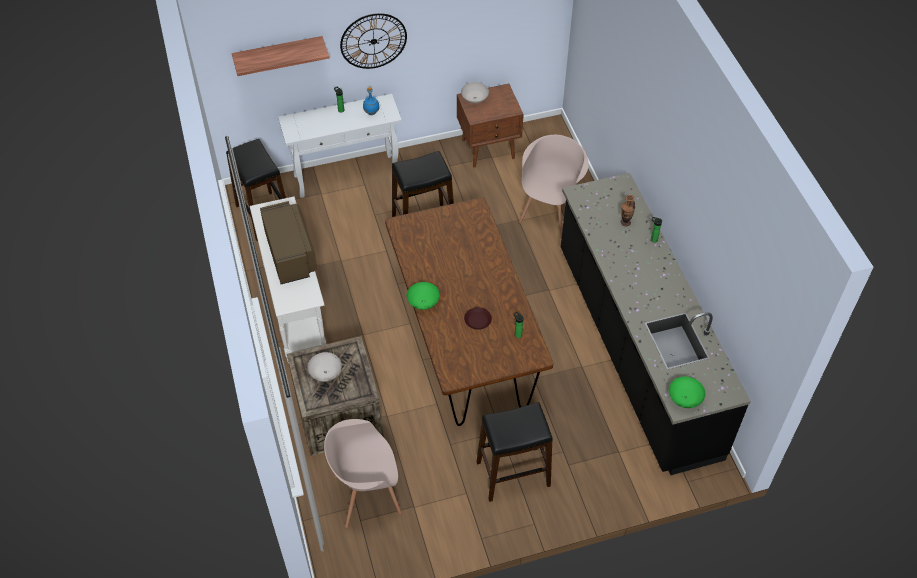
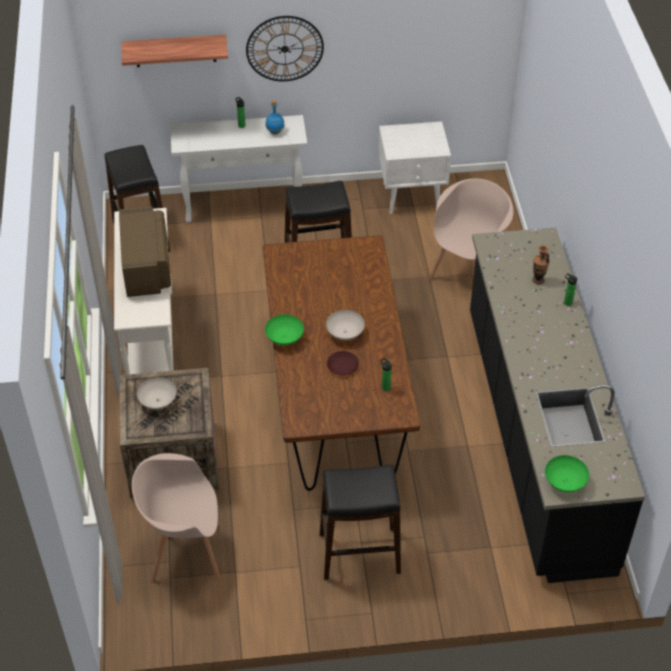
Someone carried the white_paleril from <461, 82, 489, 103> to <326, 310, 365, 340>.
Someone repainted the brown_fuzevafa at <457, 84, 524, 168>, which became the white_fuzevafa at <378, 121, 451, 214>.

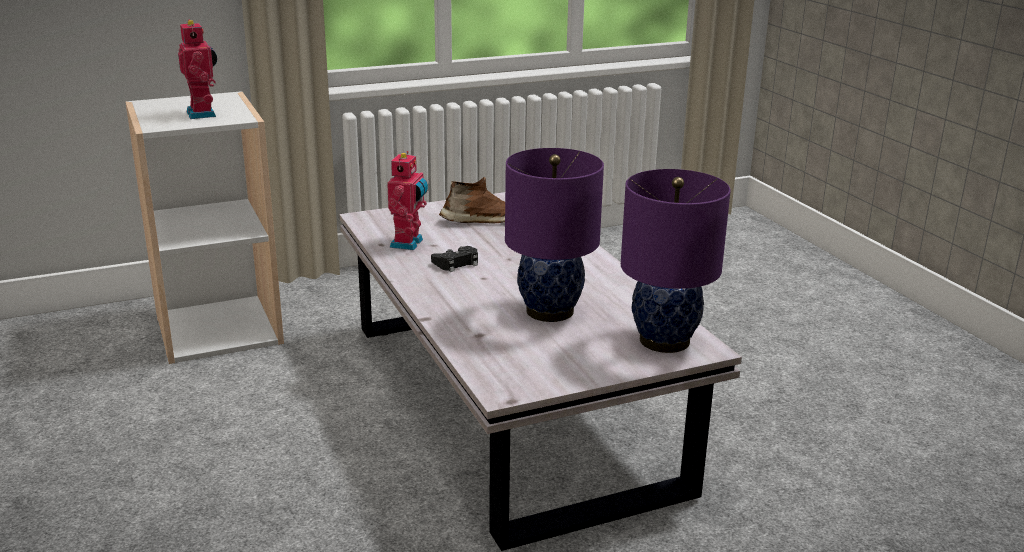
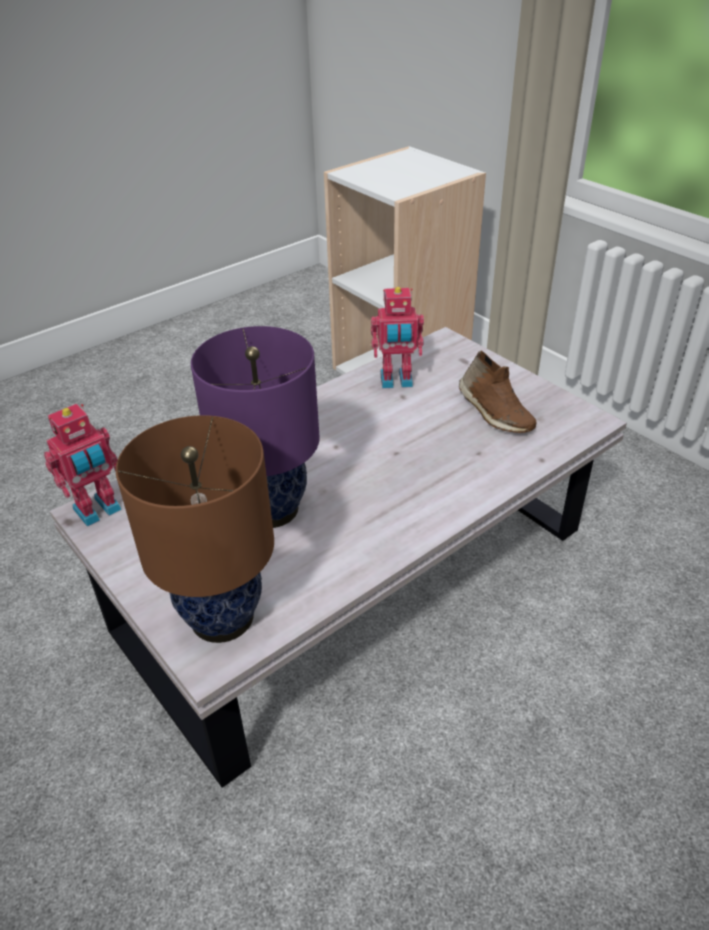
Someone carried the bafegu from <178, 20, 217, 119> to <44, 404, 122, 527>.
Someone repainted the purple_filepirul at <621, 169, 731, 353>, which became the brown_filepirul at <116, 415, 274, 643>.
Someone took away the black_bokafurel at <431, 246, 478, 272>.

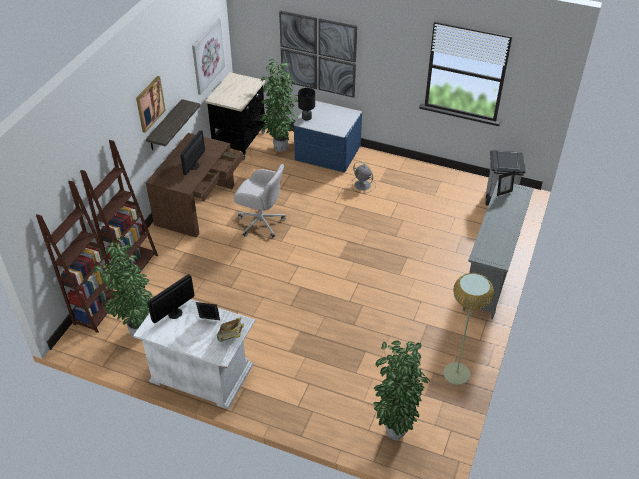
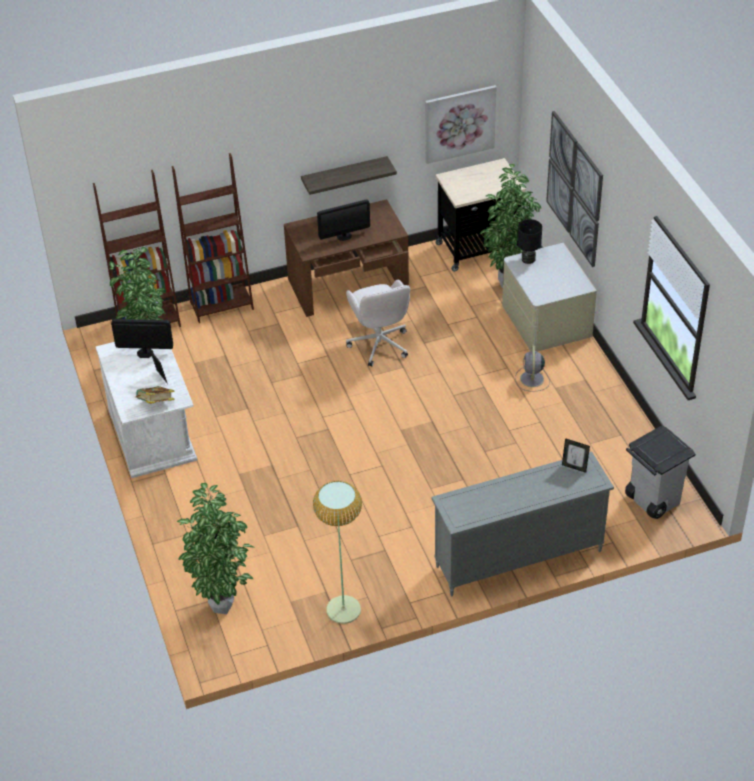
Someone repainted the blue_fuzevafa at <294, 101, 362, 172>, which became the beige_fuzevafa at <502, 243, 597, 352>.
Someone took away the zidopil at <136, 76, 166, 133>.

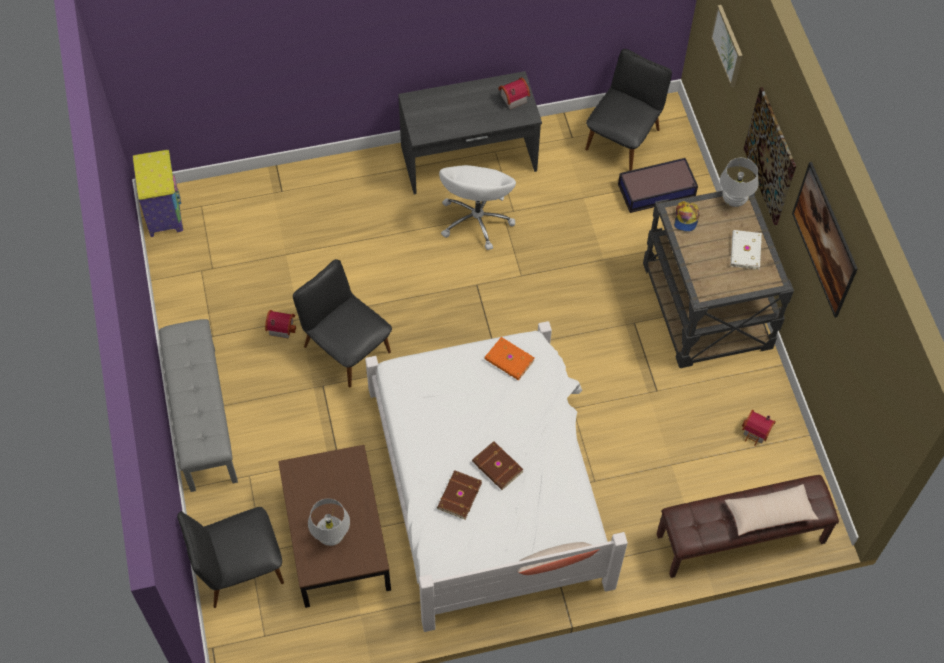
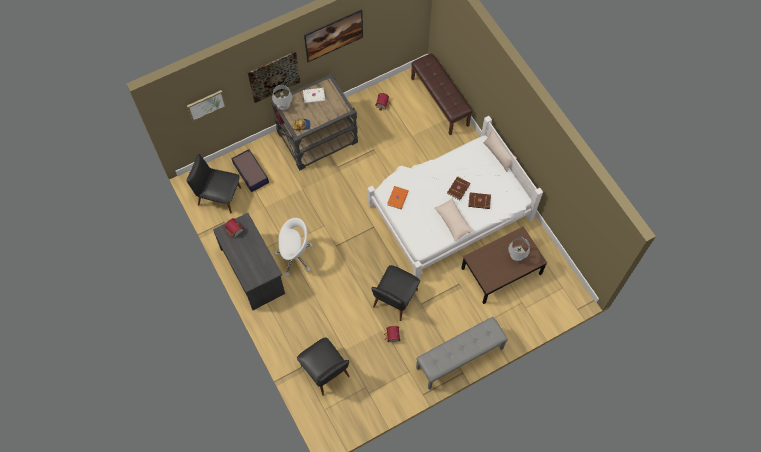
Someone carried the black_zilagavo from <177, 507, 284, 608> to <297, 338, 350, 395>.
Someone carried the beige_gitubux from <725, 484, 818, 536> to <434, 198, 473, 241>.
Someone took away the fuzevafa at <133, 150, 183, 237>.

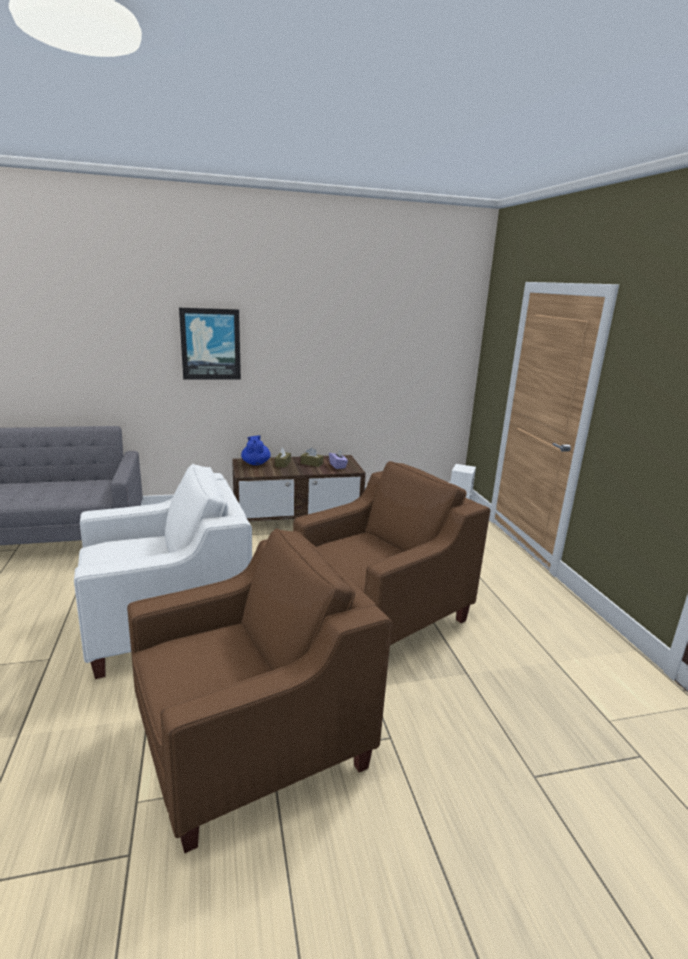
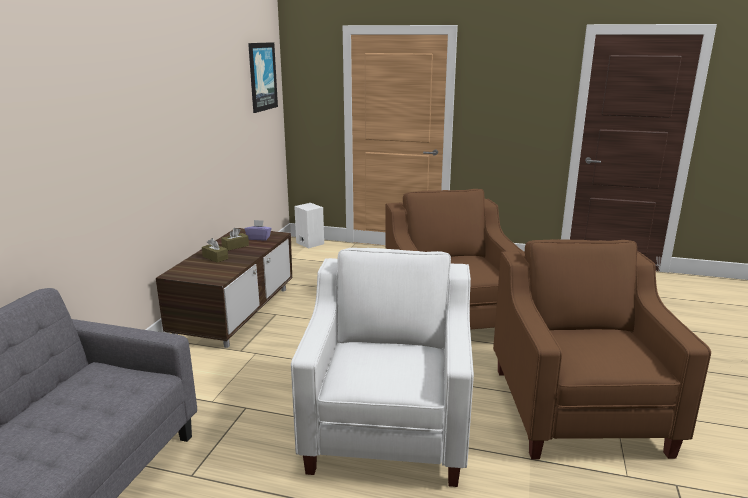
Someone carried the zidopil from <179, 308, 241, 380> to <248, 42, 278, 113>.
Someone took away the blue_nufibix at <241, 435, 271, 465>.

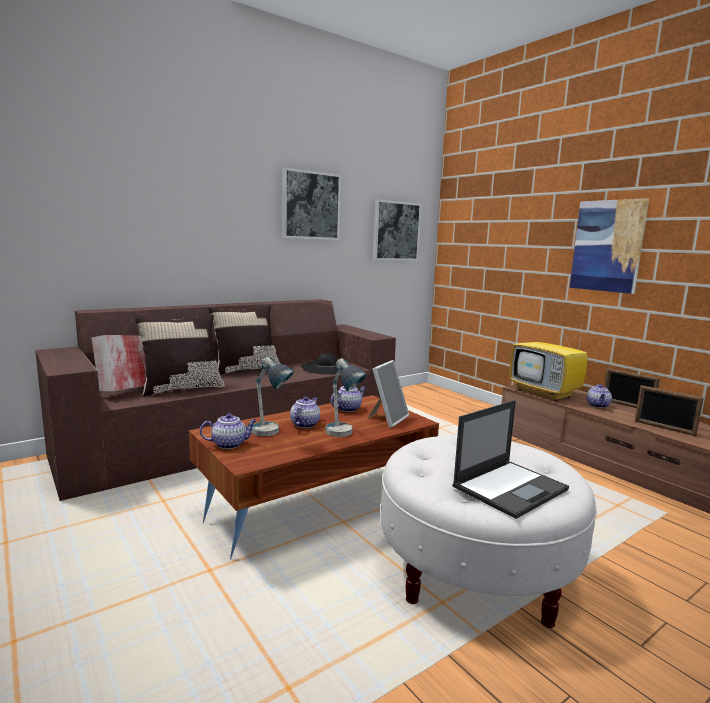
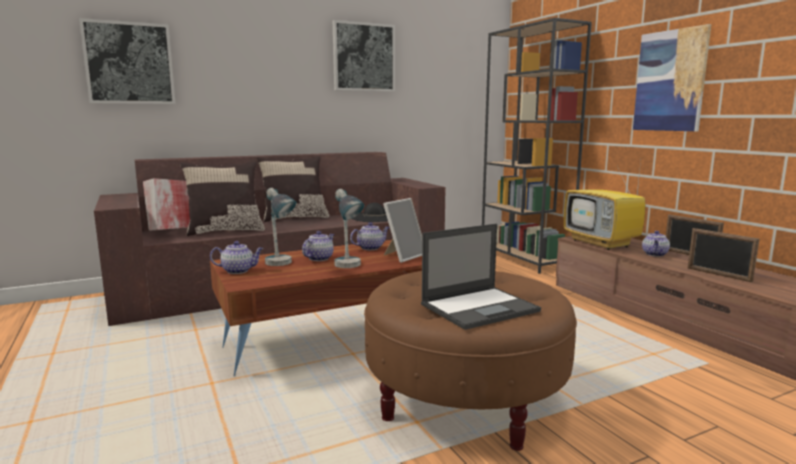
Someone carried the zidopil from <373, 199, 422, 260> to <79, 18, 176, 104>.
Someone repainted the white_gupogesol at <381, 435, 597, 628>, which became the brown_gupogesol at <364, 271, 577, 451>.
Someone put down the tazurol at <482, 18, 592, 274>.

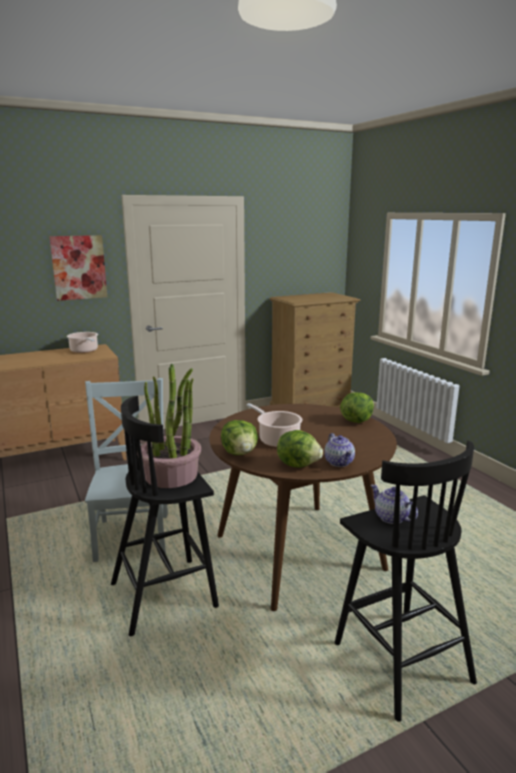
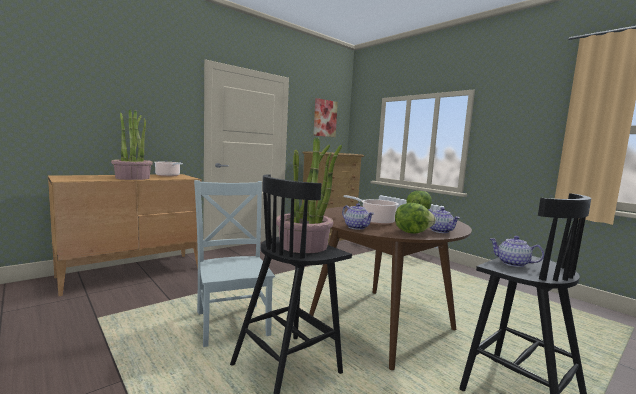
Someone put down the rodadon at <111, 109, 153, 180>.
Someone carried the zidopil from <49, 235, 107, 301> to <313, 98, 338, 137>.
Someone swapped the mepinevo at <221, 420, 258, 455> for the nufibix at <342, 203, 374, 230>.

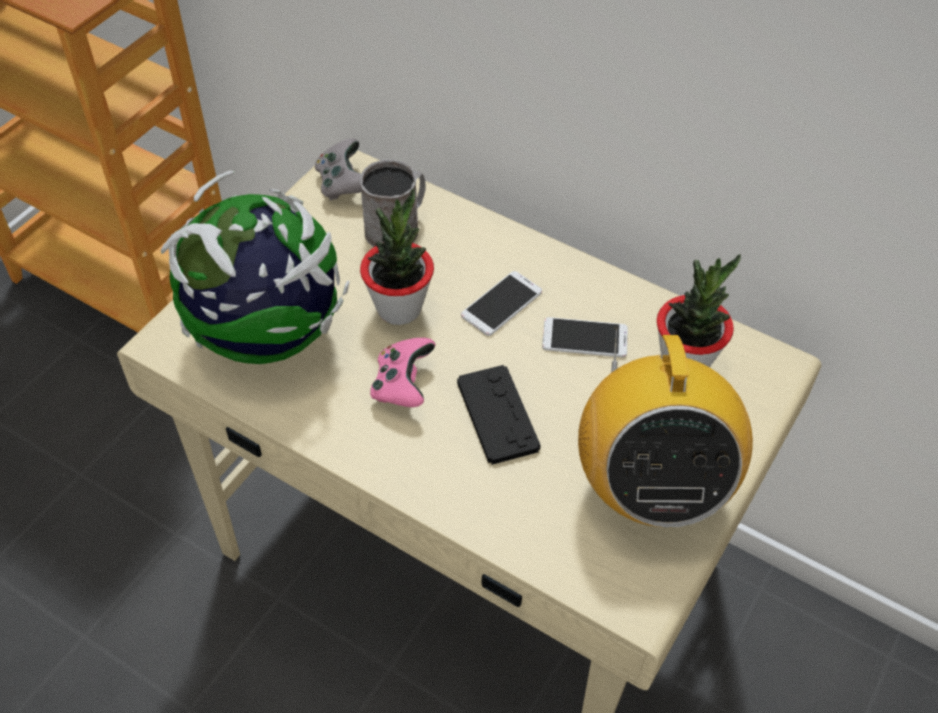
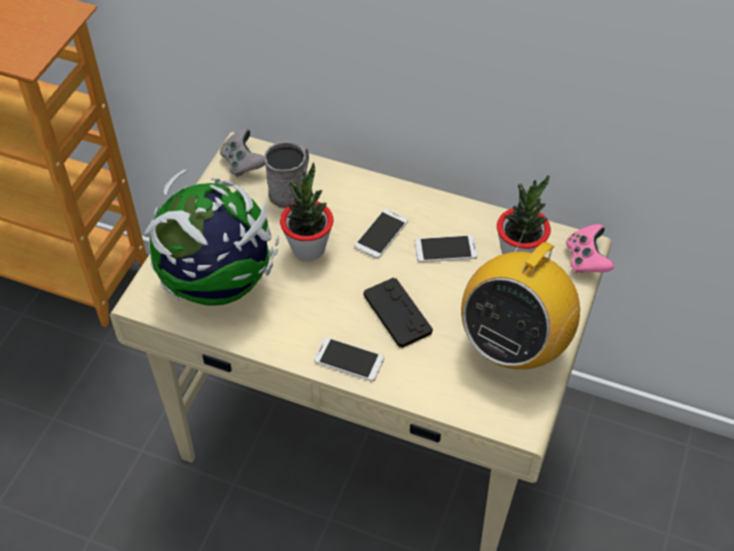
Someone put down the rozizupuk at <314, 337, 384, 381>.
Someone rotated the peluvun at <578, 327, 753, 527> by 45 degrees clockwise.
Someone carried the pink_bokafurel from <370, 338, 435, 407> to <566, 224, 614, 273>.

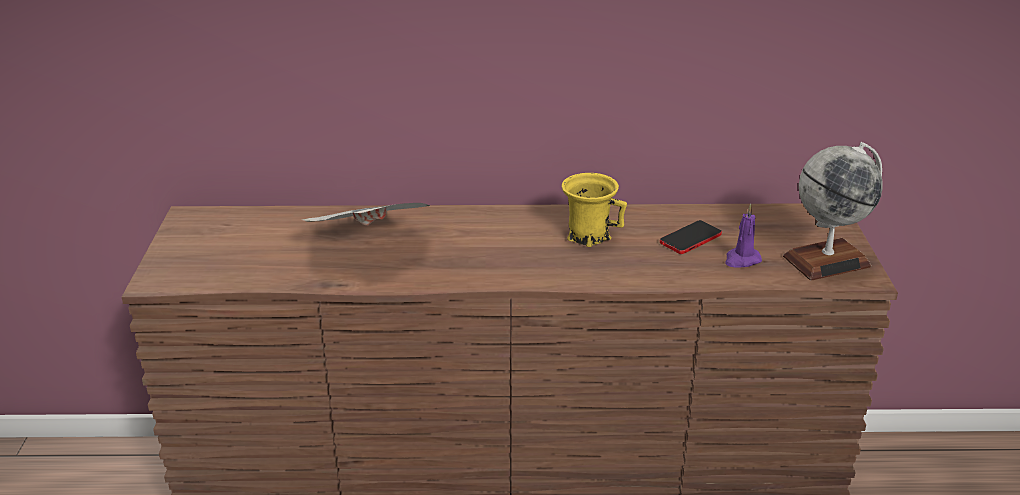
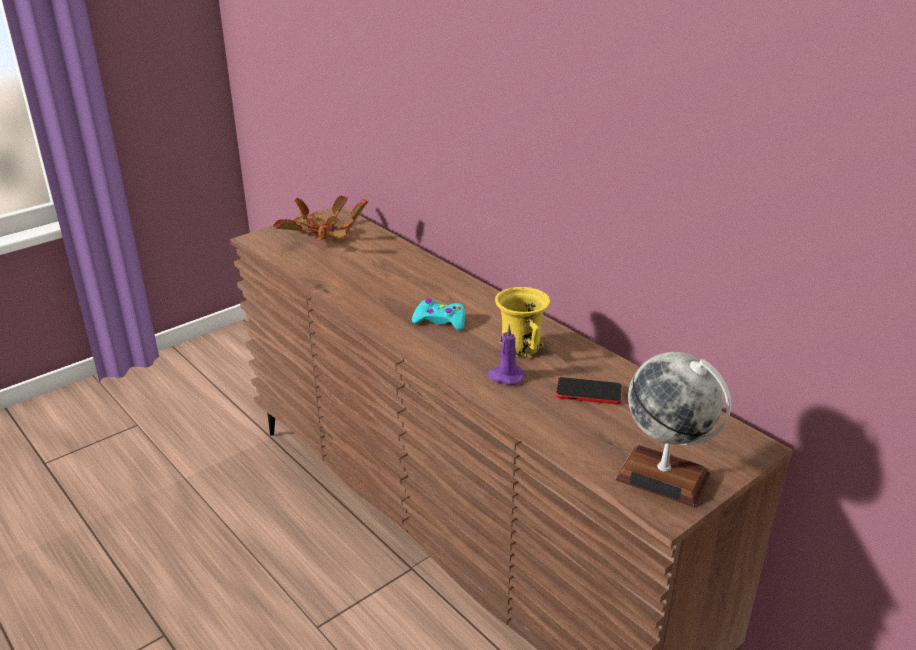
Someone put down the rodadon at <273, 194, 368, 241>.
Someone put down the turquoise_bokafurel at <412, 299, 465, 330>.
Someone carried the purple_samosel from <725, 204, 762, 267> to <488, 325, 525, 385>.
Someone took away the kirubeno at <302, 203, 431, 226>.

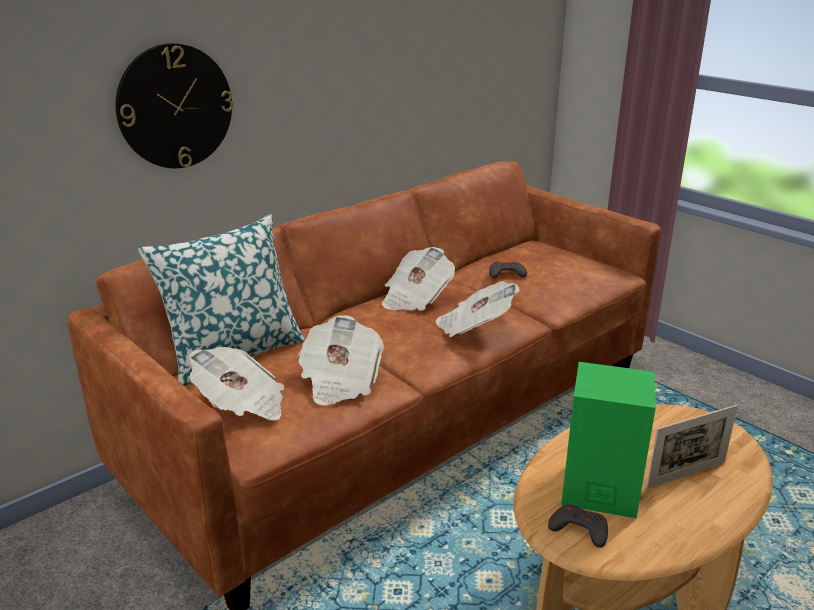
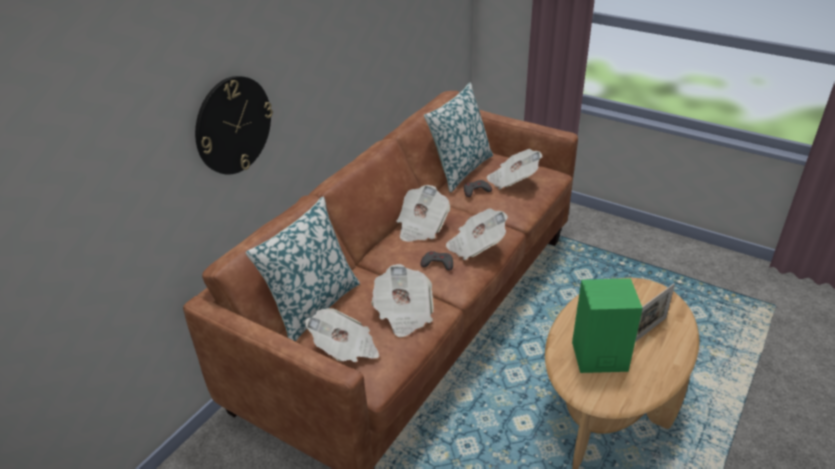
Someone carried the grey_bokafurel from <548, 504, 608, 548> to <420, 251, 453, 271>.
Someone put down the gitubux at <424, 82, 493, 193>.
Someone put down the kirubeno at <487, 149, 543, 189>.

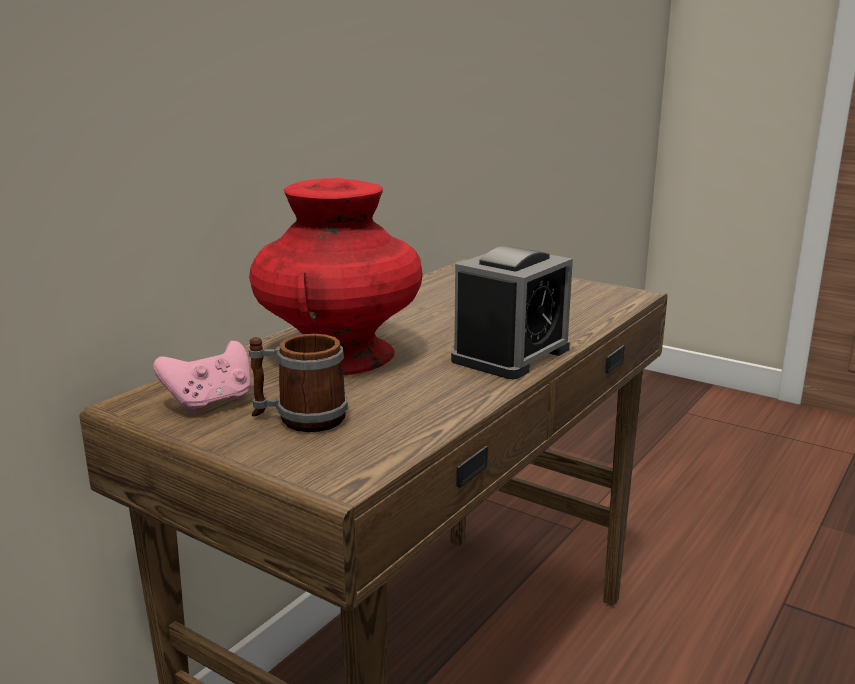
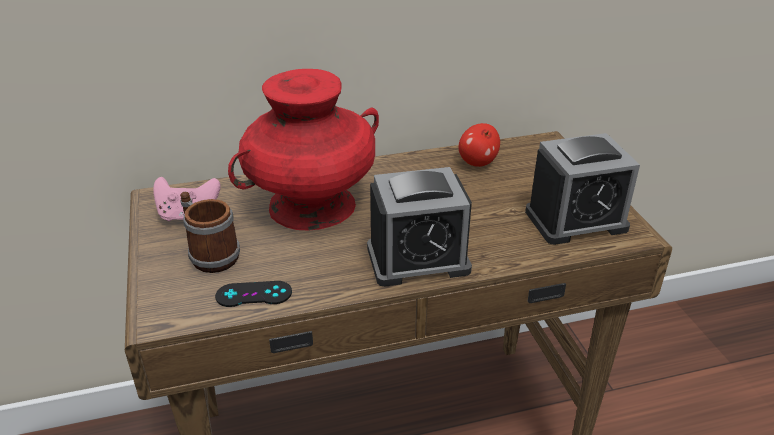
Someone put down the black_bokafurel at <215, 281, 292, 307>.
Someone put down the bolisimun at <459, 123, 500, 167>.
Someone put down the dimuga at <525, 133, 640, 245>.

